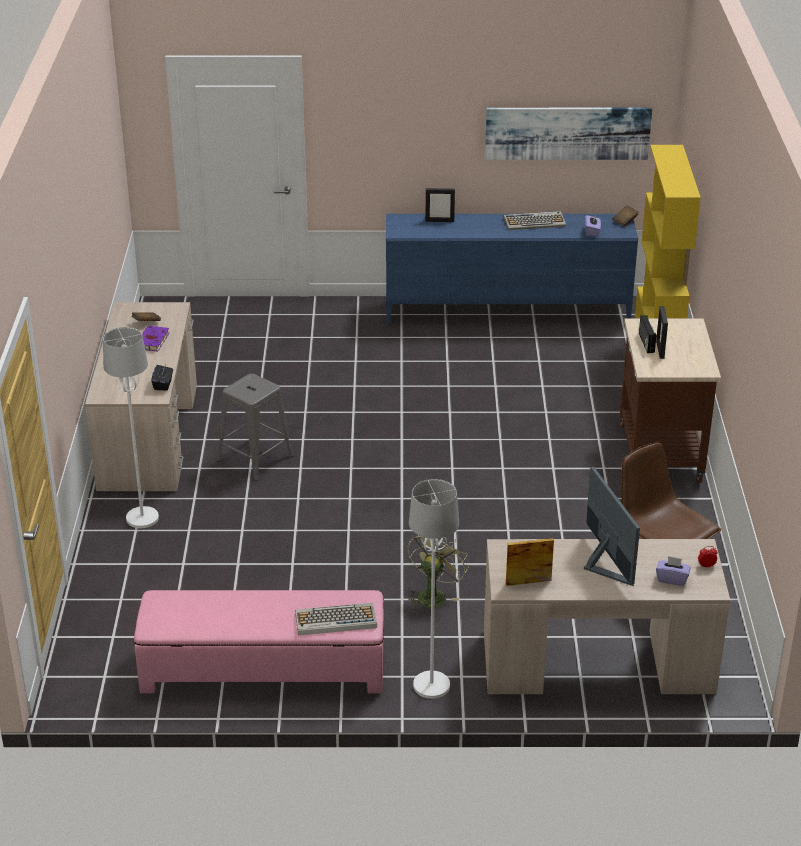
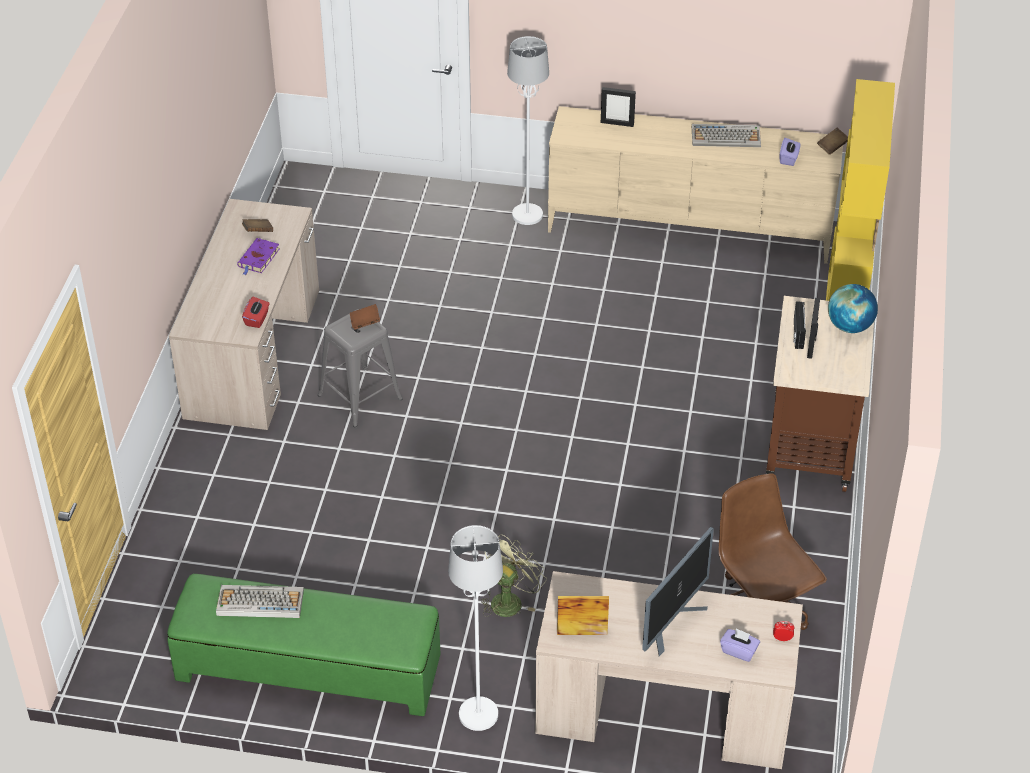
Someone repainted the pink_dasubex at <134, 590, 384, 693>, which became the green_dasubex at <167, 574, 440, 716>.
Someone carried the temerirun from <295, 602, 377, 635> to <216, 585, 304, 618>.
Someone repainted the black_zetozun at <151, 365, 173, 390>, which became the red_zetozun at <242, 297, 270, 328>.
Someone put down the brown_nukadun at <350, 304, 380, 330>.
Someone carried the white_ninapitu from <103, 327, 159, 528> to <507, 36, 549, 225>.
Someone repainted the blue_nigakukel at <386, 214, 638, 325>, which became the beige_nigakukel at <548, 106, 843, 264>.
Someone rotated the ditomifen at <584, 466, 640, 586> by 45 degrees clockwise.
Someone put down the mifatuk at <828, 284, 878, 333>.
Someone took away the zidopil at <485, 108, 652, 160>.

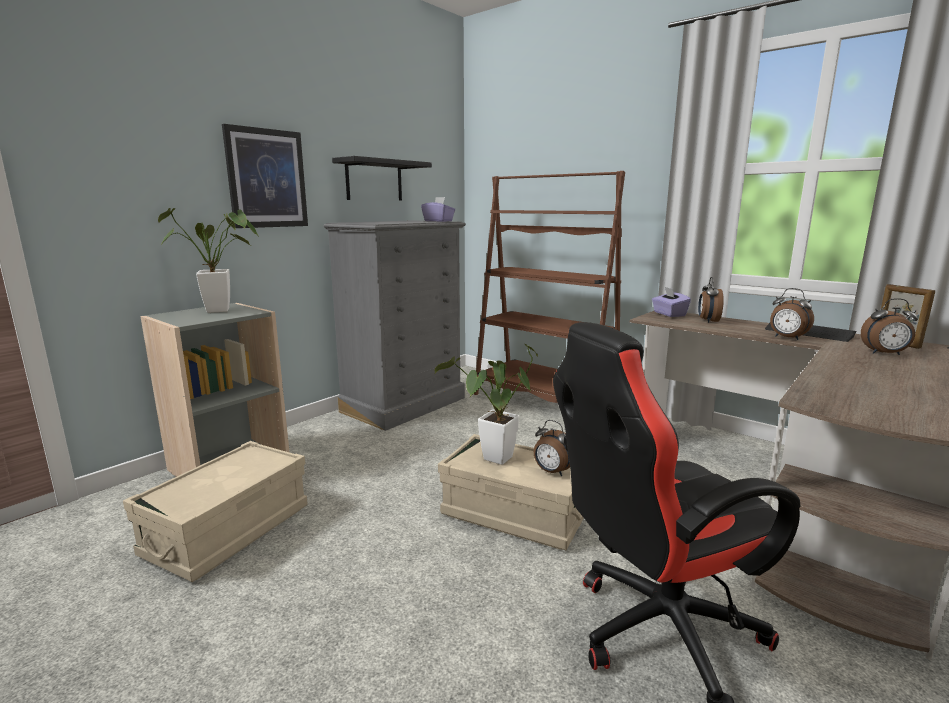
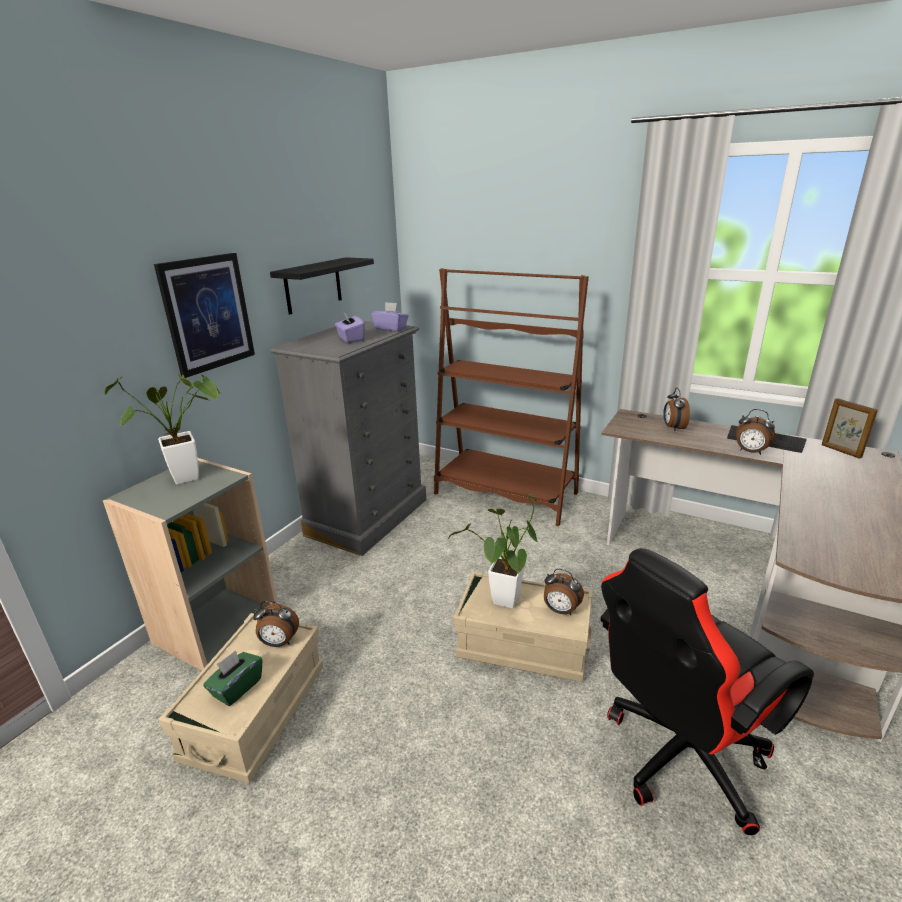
Someone put down the green_zetozun at <203, 650, 262, 706>.
Someone carried the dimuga from <861, 298, 918, 355> to <253, 601, 299, 647>.
Someone carried the purple_zetozun from <652, 287, 691, 317> to <335, 313, 365, 343>.

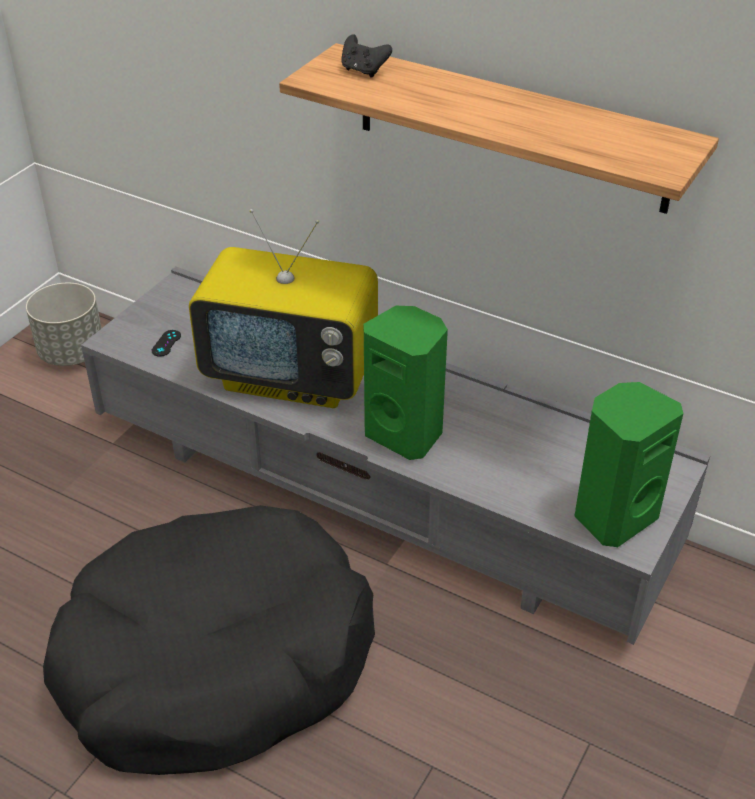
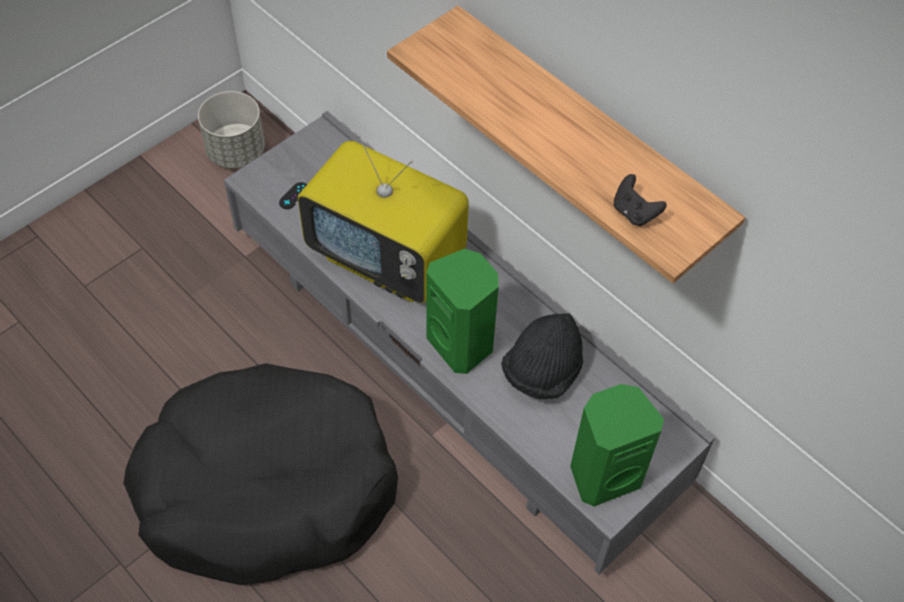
Someone put down the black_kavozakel at <501, 313, 583, 399>.
Someone carried the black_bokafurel from <341, 34, 392, 77> to <614, 174, 667, 226>.

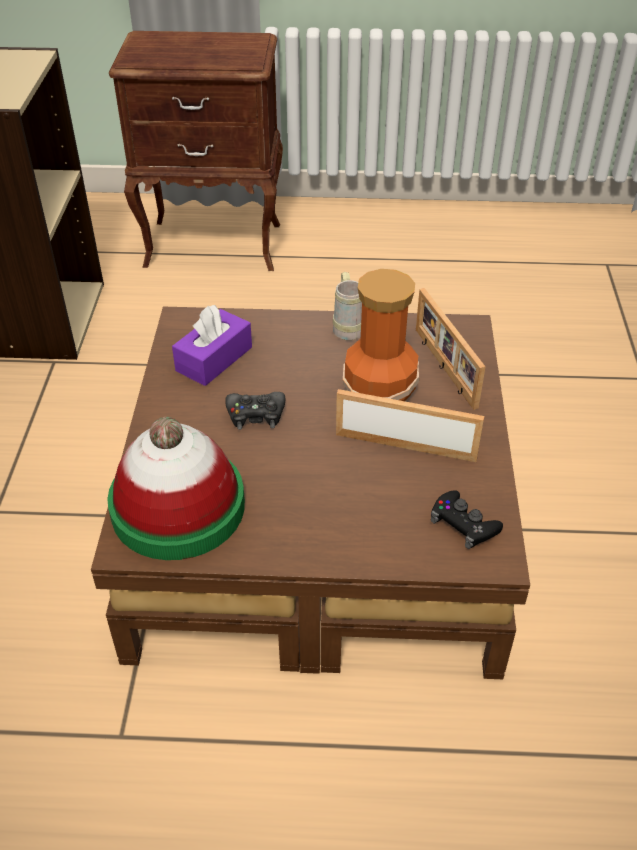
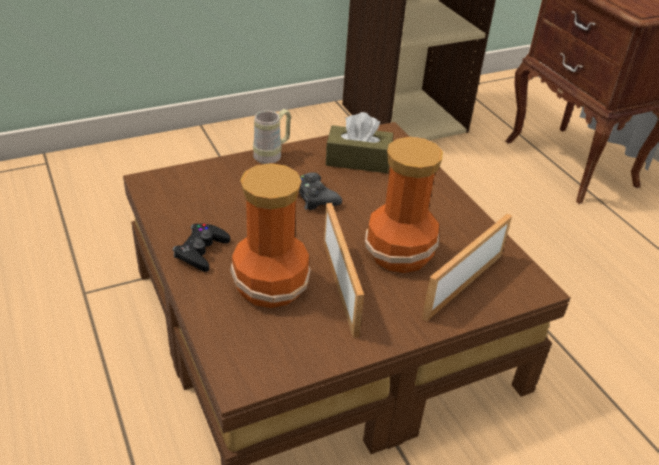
Someone carried the black_bokafurel from <431, 490, 503, 549> to <173, 223, 230, 272>.
Someone put down the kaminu at <230, 163, 311, 308>.
Someone carried the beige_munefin from <333, 272, 362, 340> to <253, 109, 291, 164>.
Someone repainted the purple_zetozun at <172, 305, 252, 386>, which became the brown_zetozun at <326, 112, 393, 173>.
Someone took away the kavozakel at <107, 417, 245, 560>.

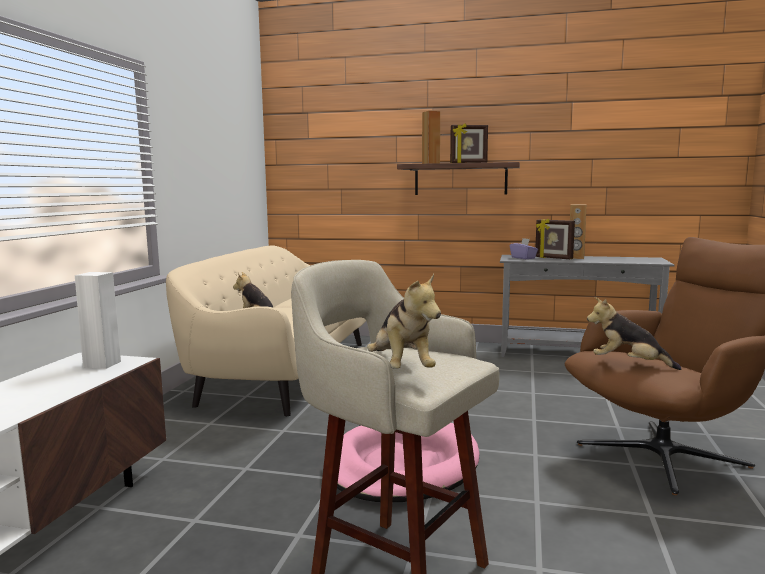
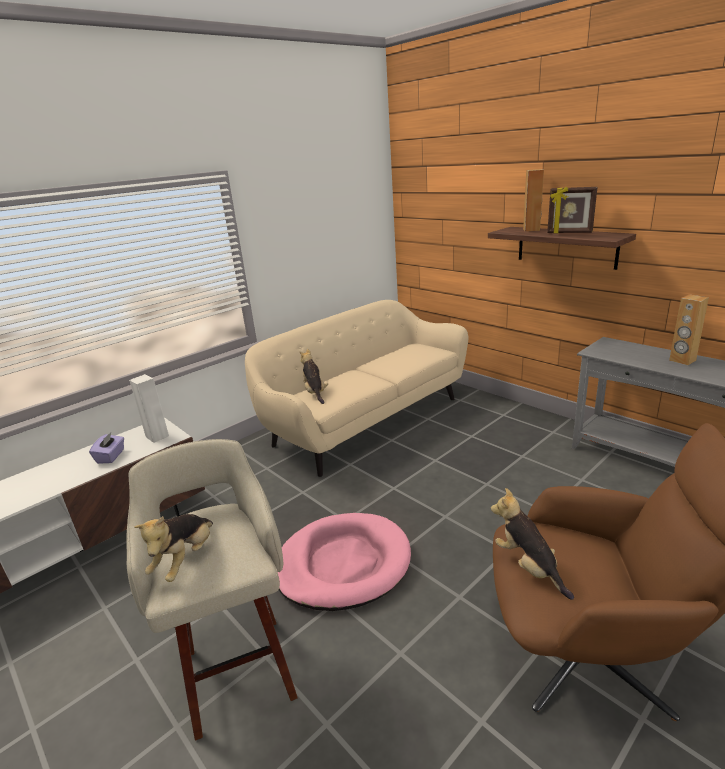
Someone carried the purple_zetozun from <510, 238, 538, 259> to <89, 432, 124, 464>.
Someone took away the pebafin at <535, 219, 575, 259>.

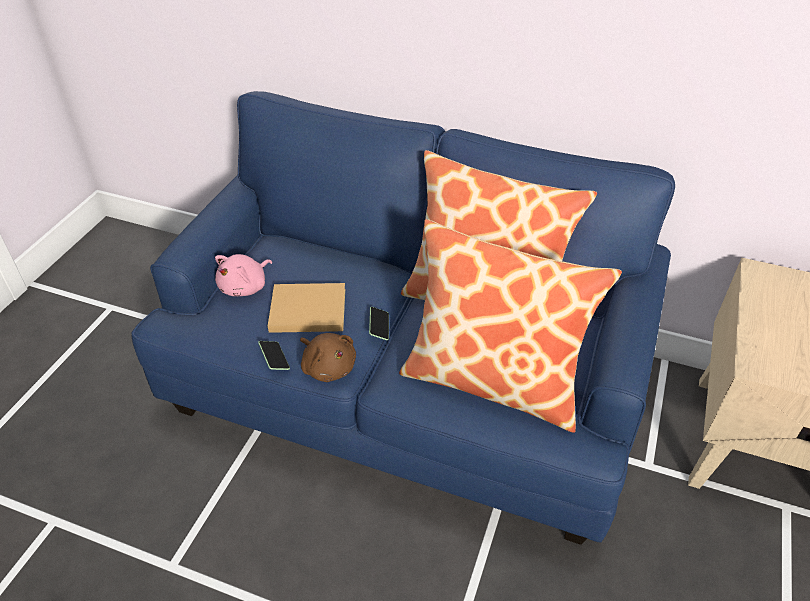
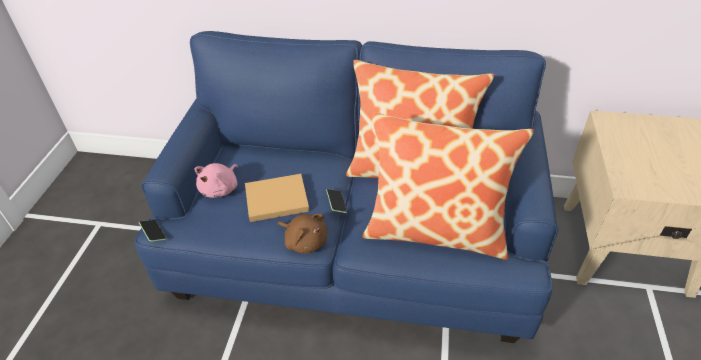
Someone carried the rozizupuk from <258, 341, 290, 370> to <139, 220, 167, 242>.

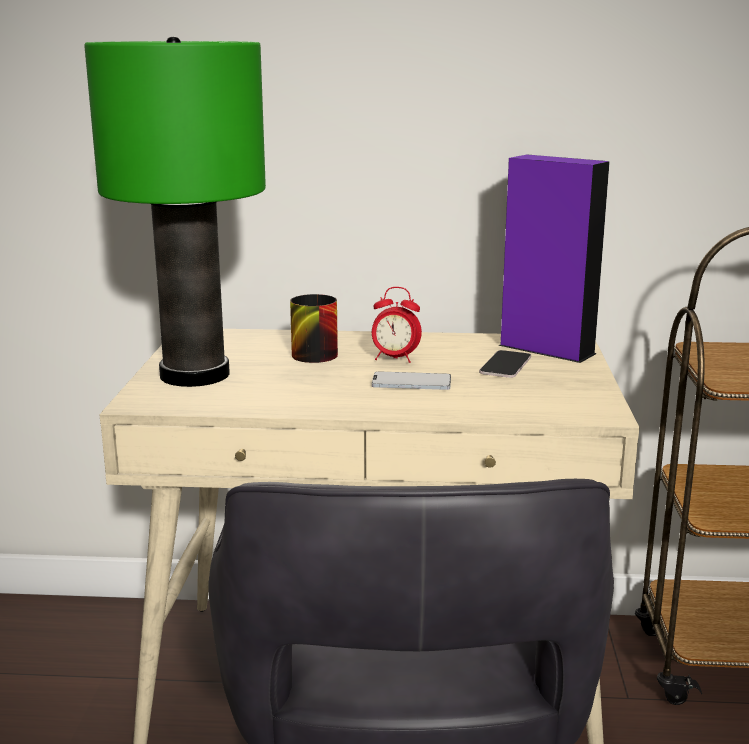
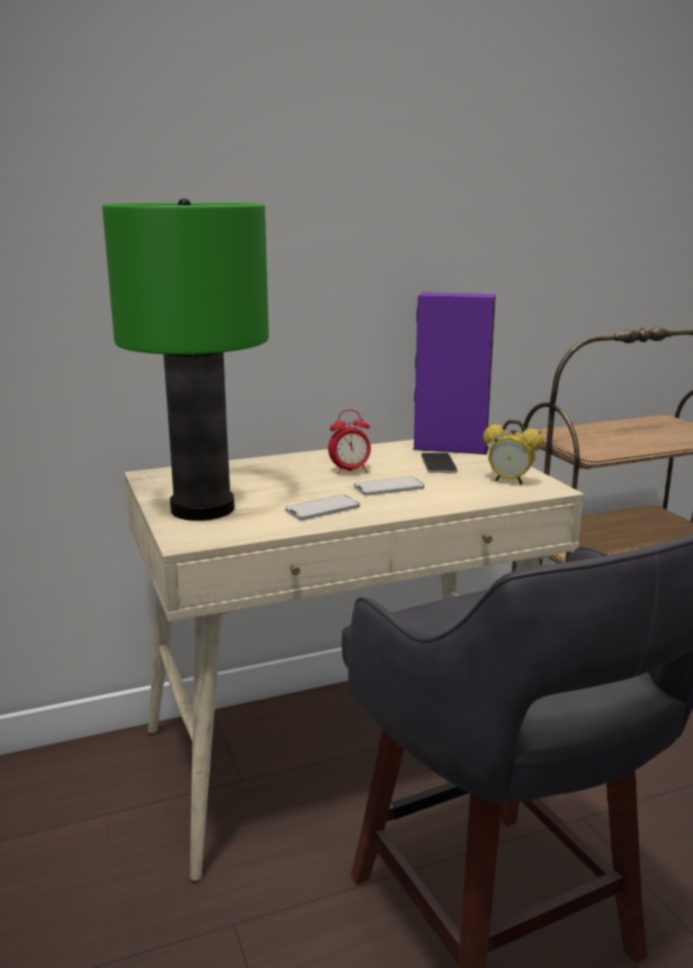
Someone put down the rozizupuk at <285, 495, 360, 520>.
Someone put down the dimuga at <483, 420, 544, 485>.
Someone took away the munefin at <290, 294, 338, 363>.

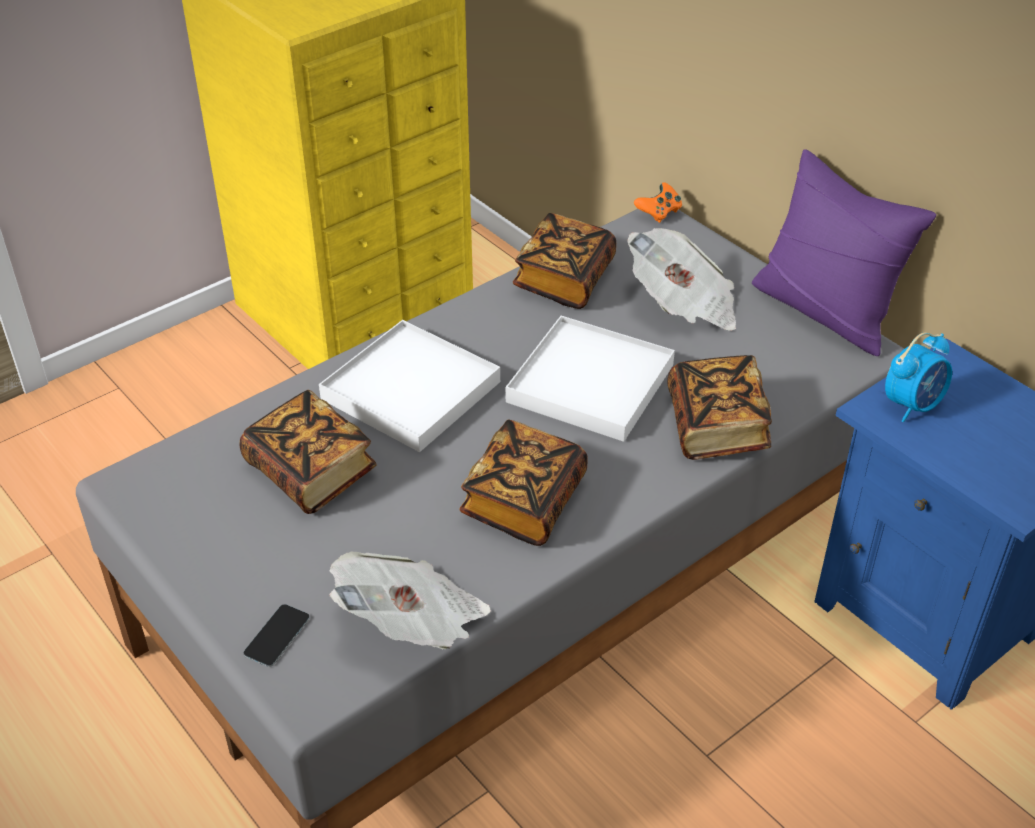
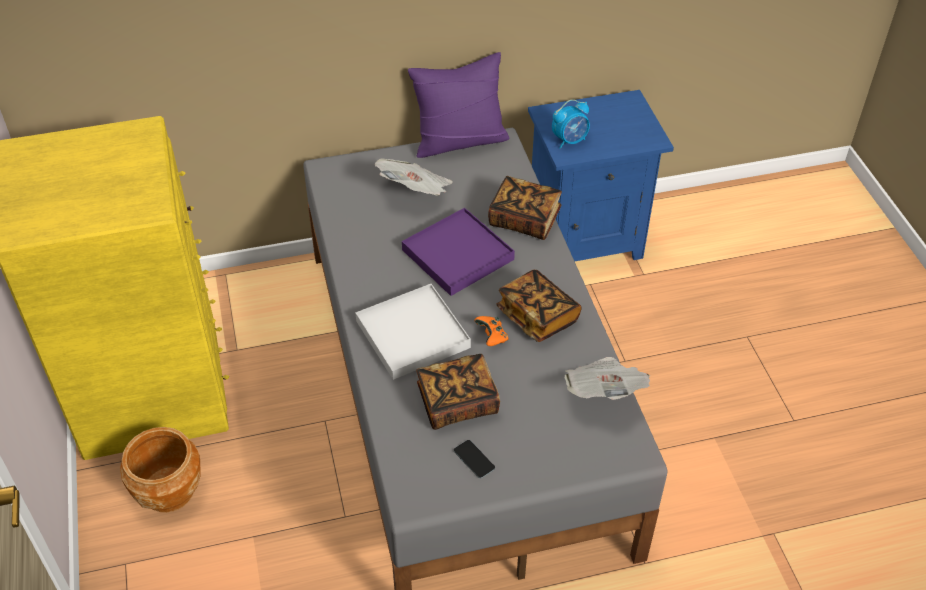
Someone put down the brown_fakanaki at <120, 427, 201, 512>.
Someone repainted the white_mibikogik at <506, 316, 675, 442>, which became the purple_mibikogik at <402, 208, 515, 296>.
Someone carried the rozizupuk from <243, 604, 310, 667> to <454, 440, 495, 479>.
Someone carried the orange_bokafurel from <634, 182, 682, 223> to <474, 316, 508, 346>.
Someone rotated the dimuga at <885, 333, 952, 422> by 75 degrees clockwise.
Someone took away the nukadun at <513, 213, 616, 309>.

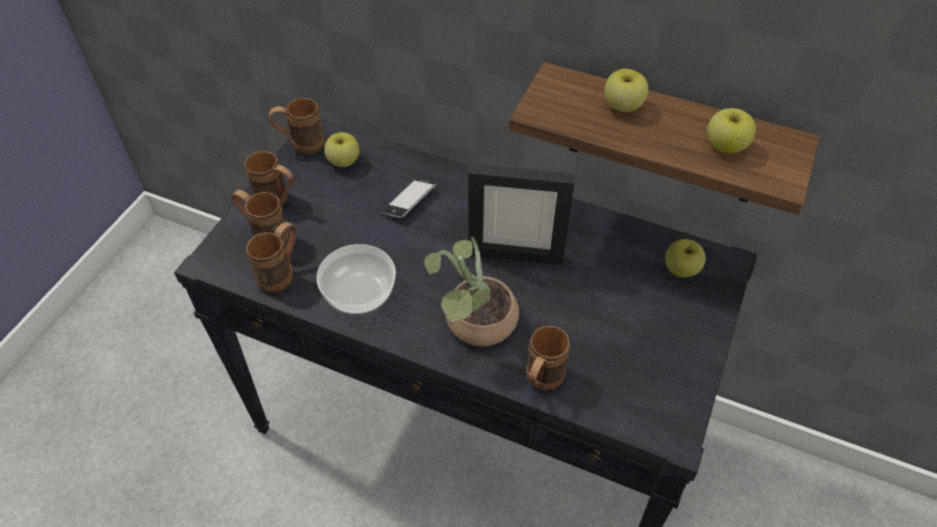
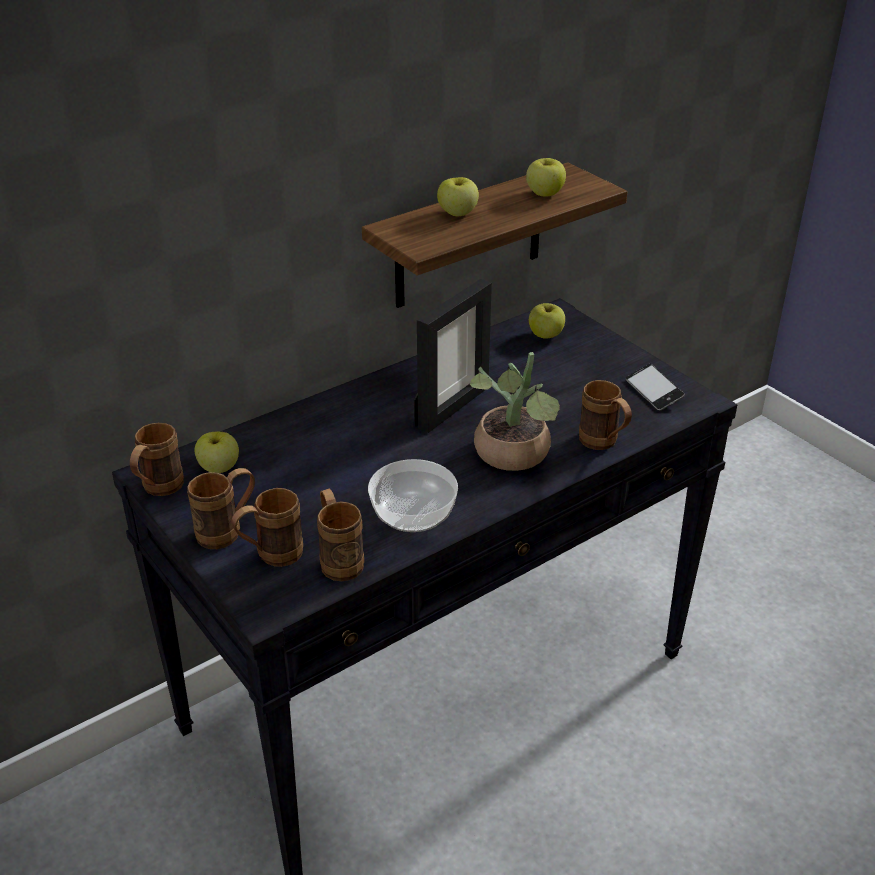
Someone carried the rozizupuk from <381, 179, 436, 219> to <626, 364, 685, 411>.

